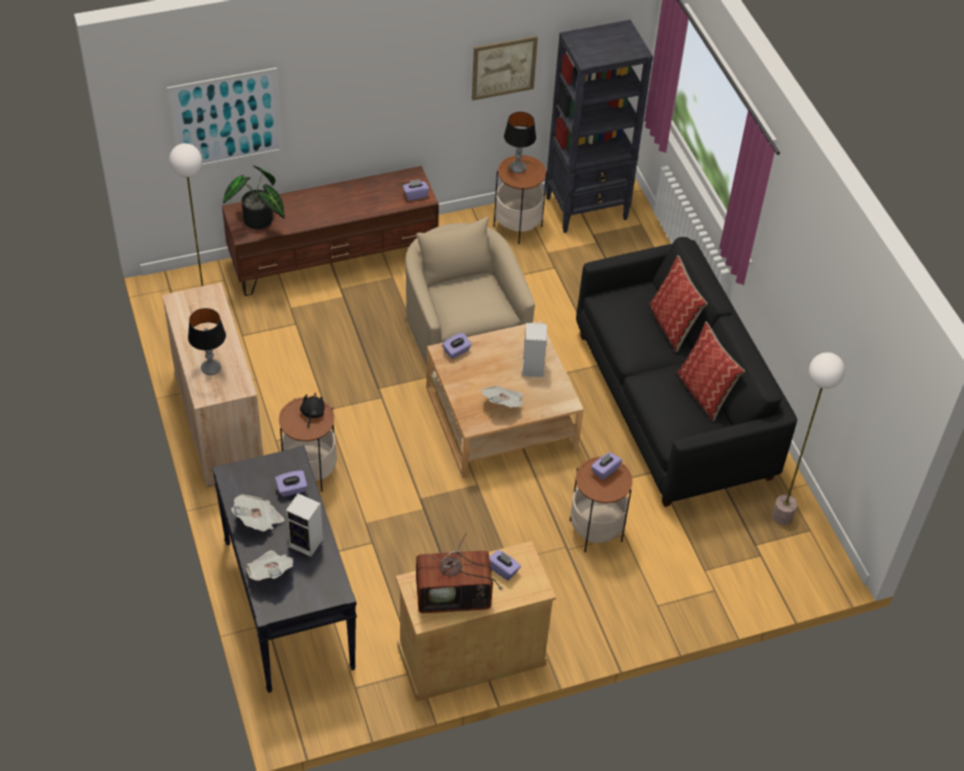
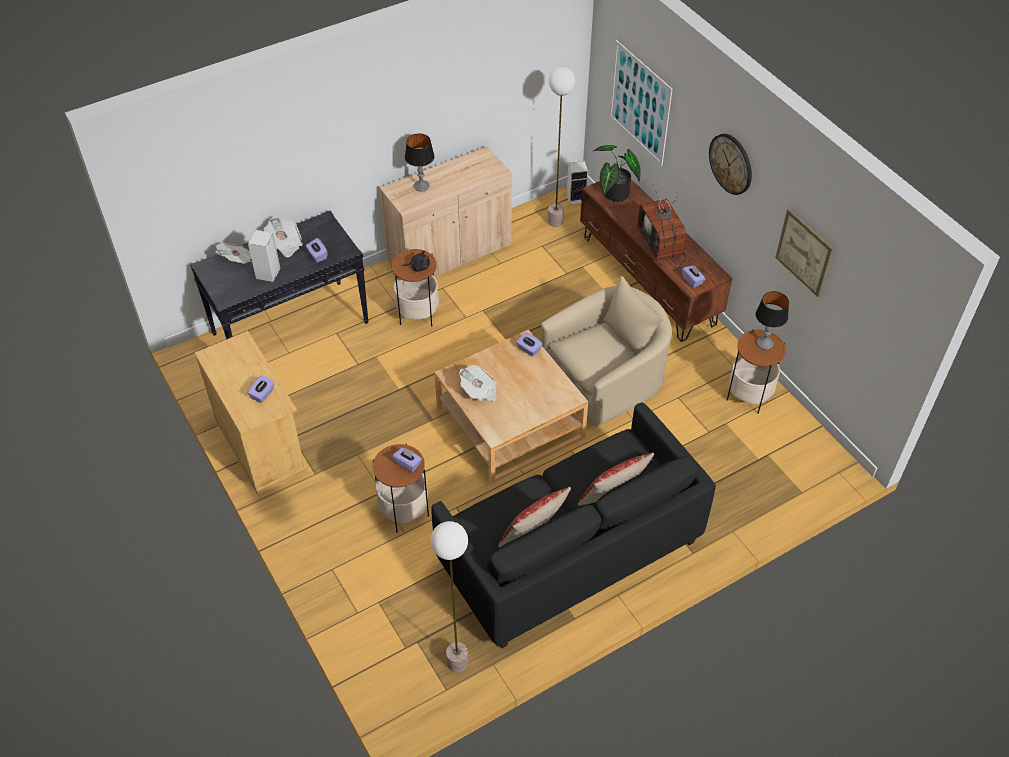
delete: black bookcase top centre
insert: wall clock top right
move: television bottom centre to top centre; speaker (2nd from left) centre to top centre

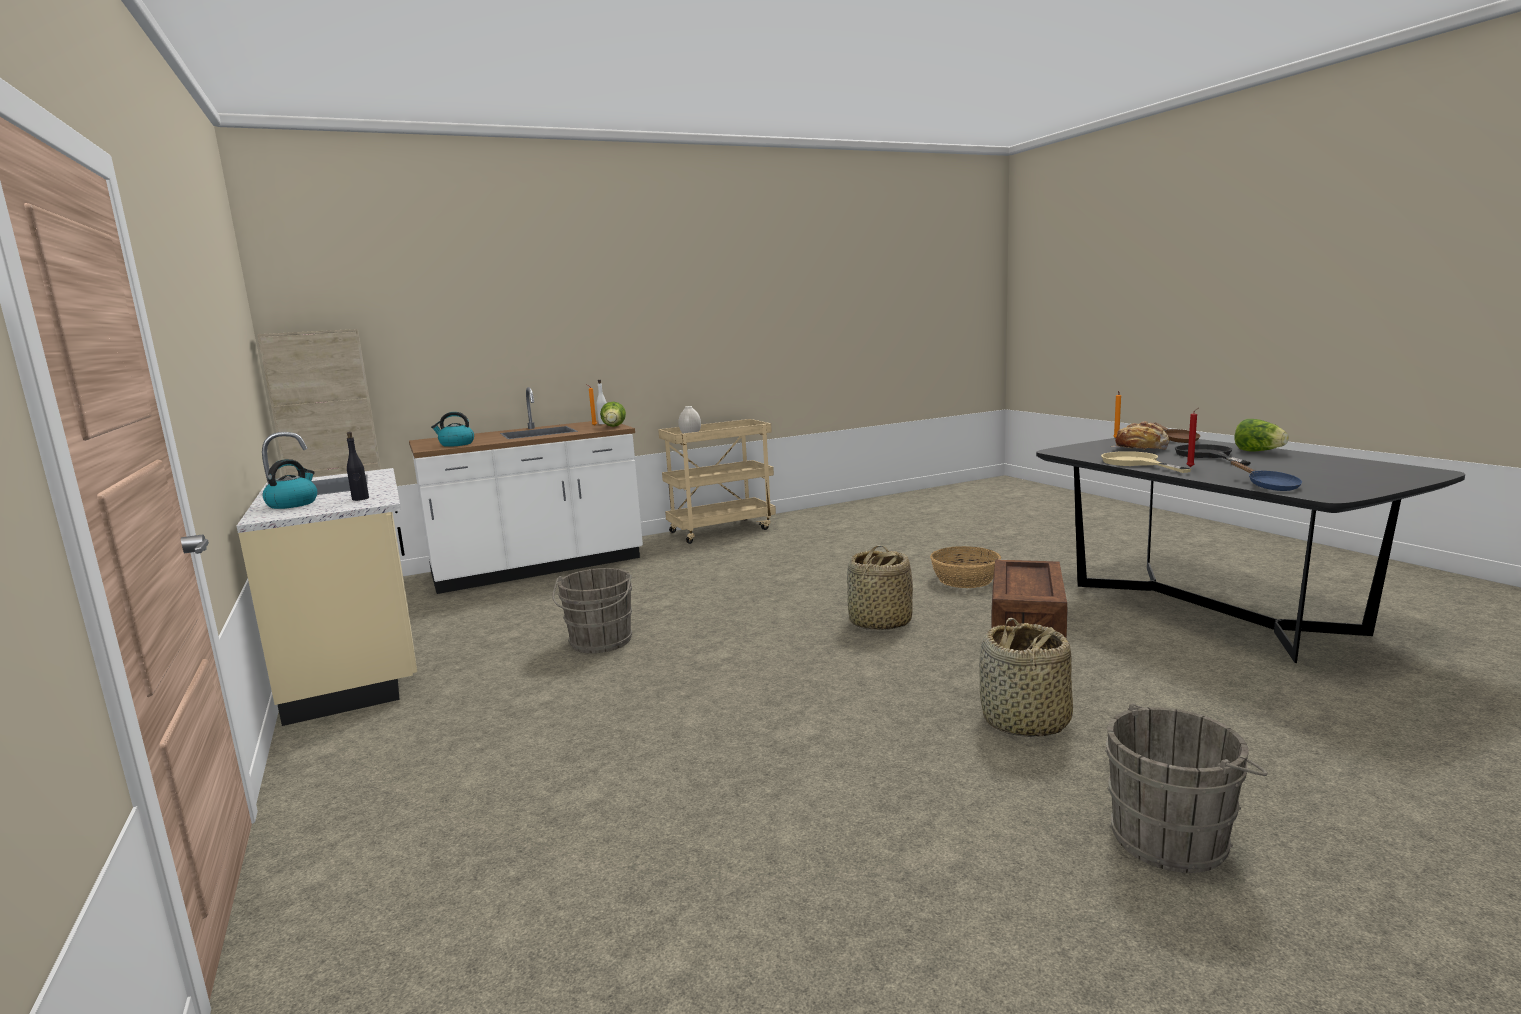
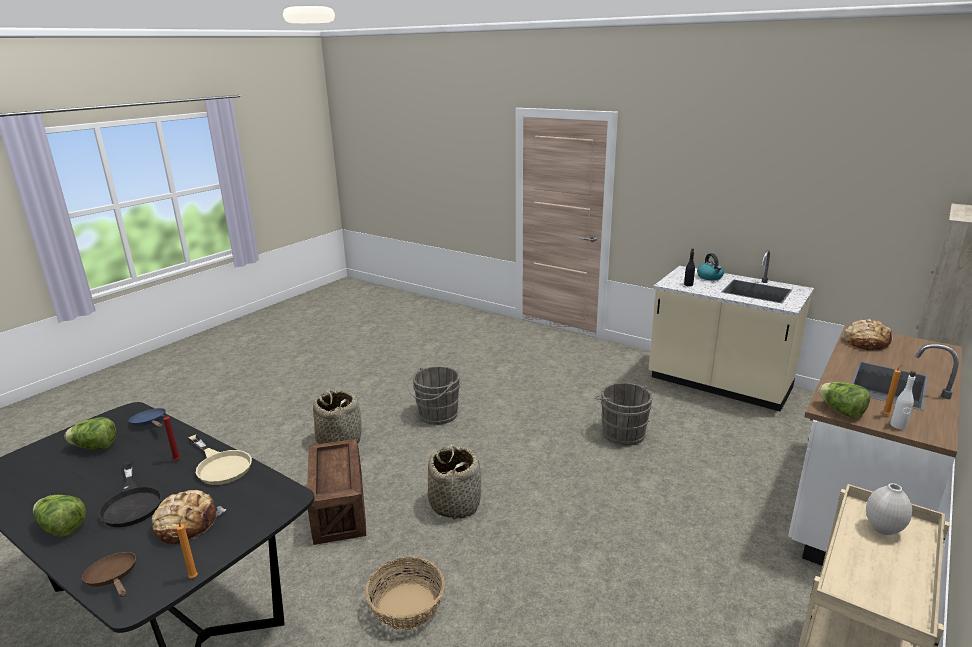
insert: lettuce (2nd from left) bottom left
move: grey bucket (2nd from left in the first image) bottom right to grey bucket (1st from left) centre
replace: kettle (2nd from left) middle left to bread (2nd from left) middle right

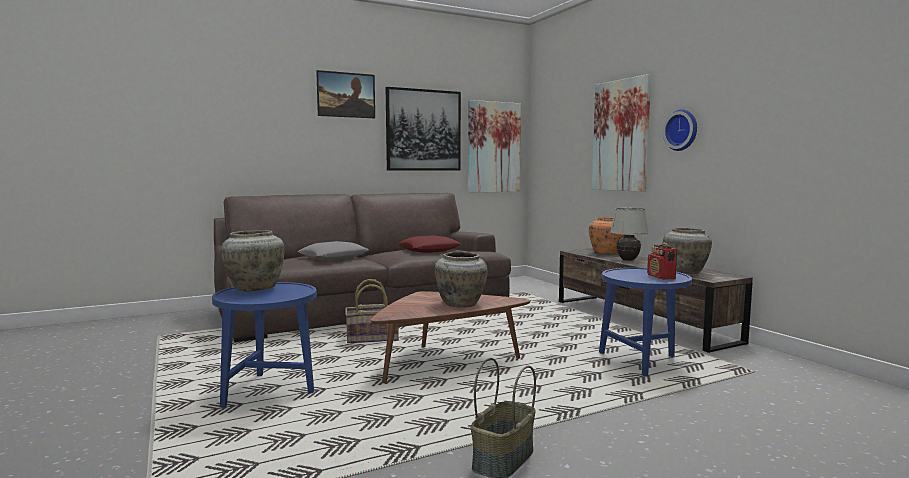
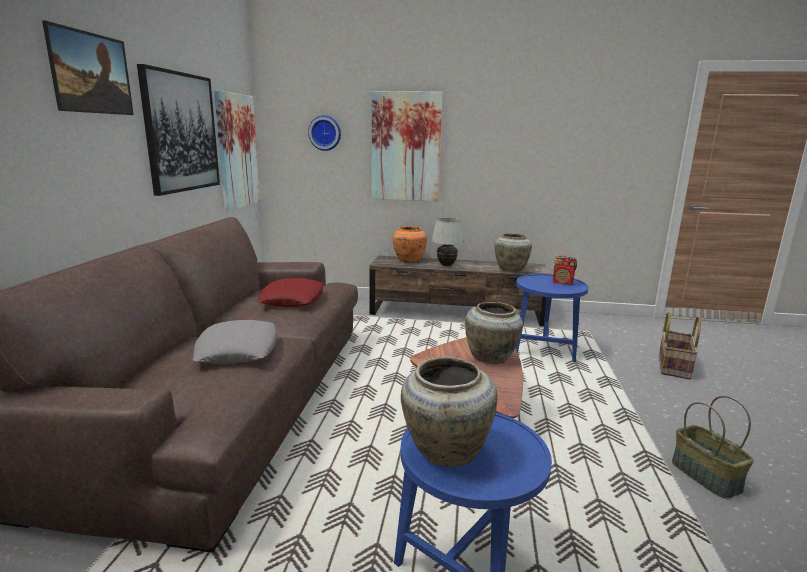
move: basket (1st from left) centre to middle right; wall clock top right to top centre

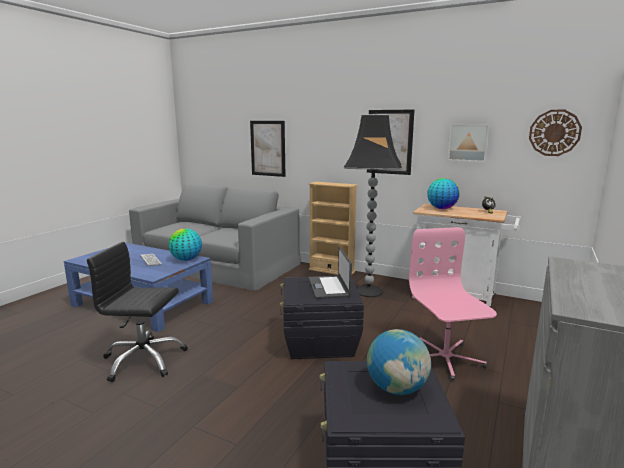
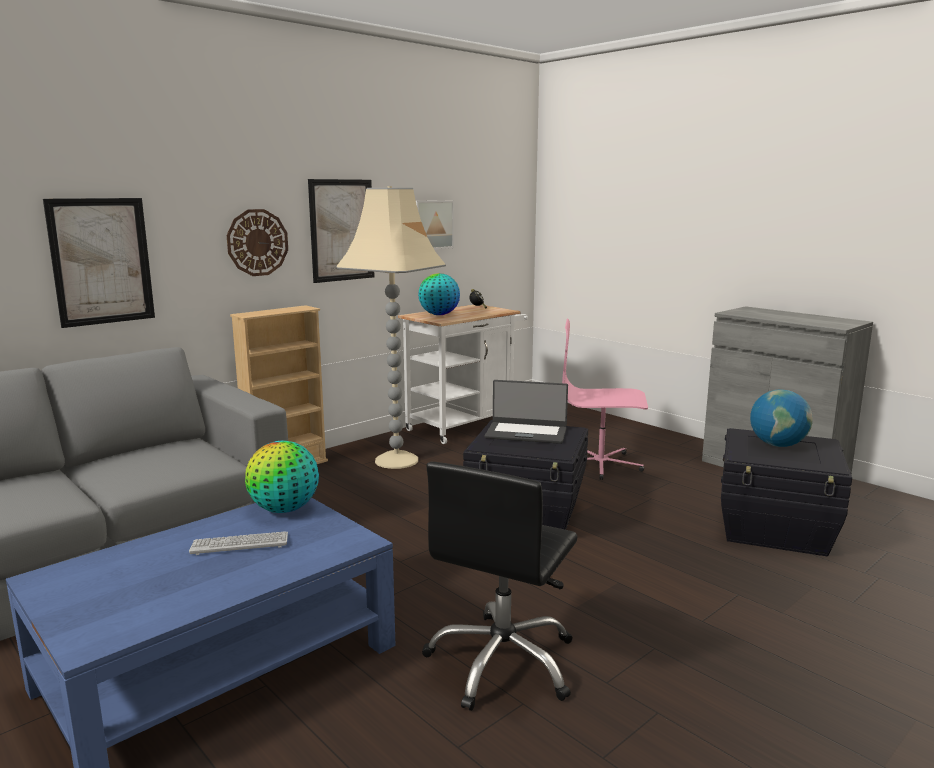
move: wall clock top right to top left
recolor: black floor lamp centre to beige floor lamp centre

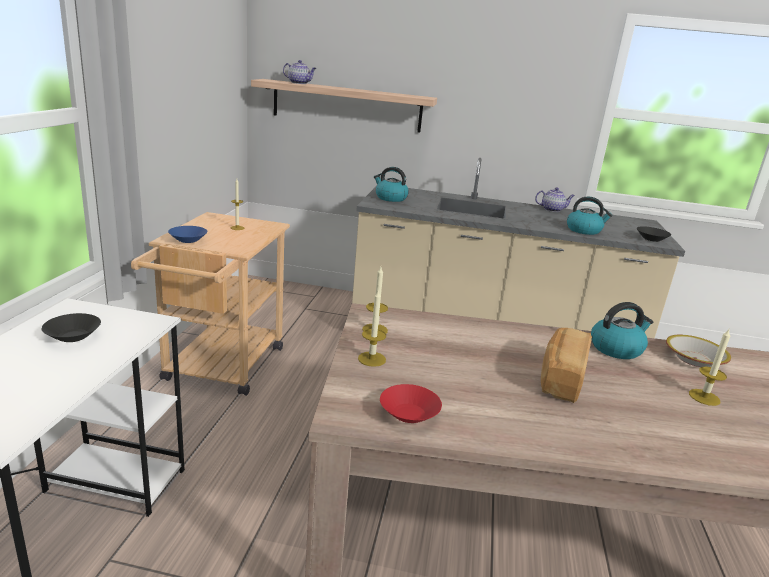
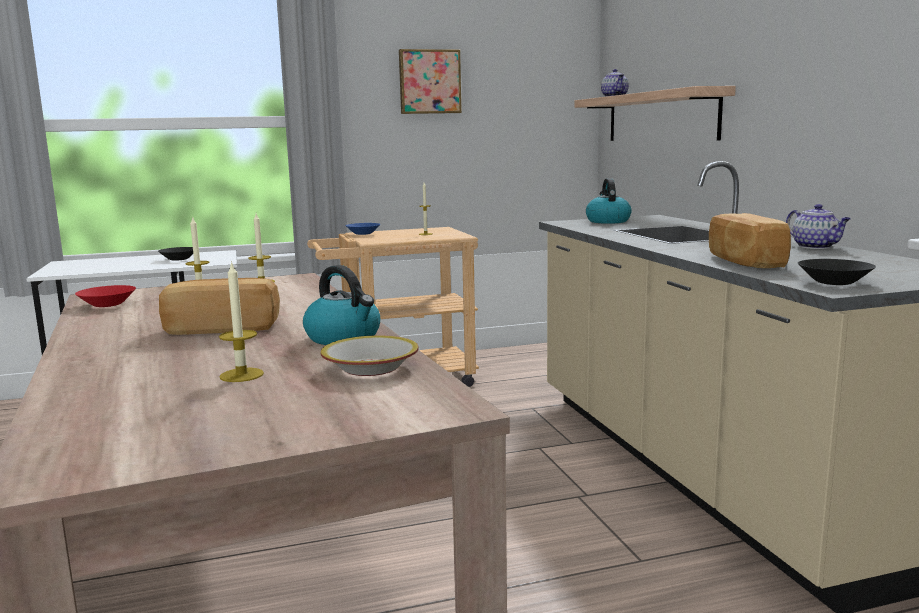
insert: picture top centre
replace: kettle (2nd from left) middle right to bread (2nd from left) middle right

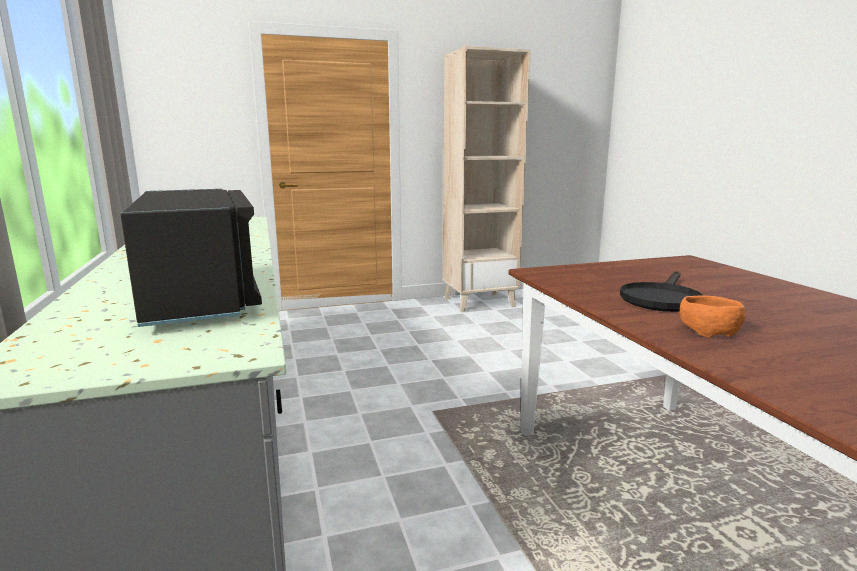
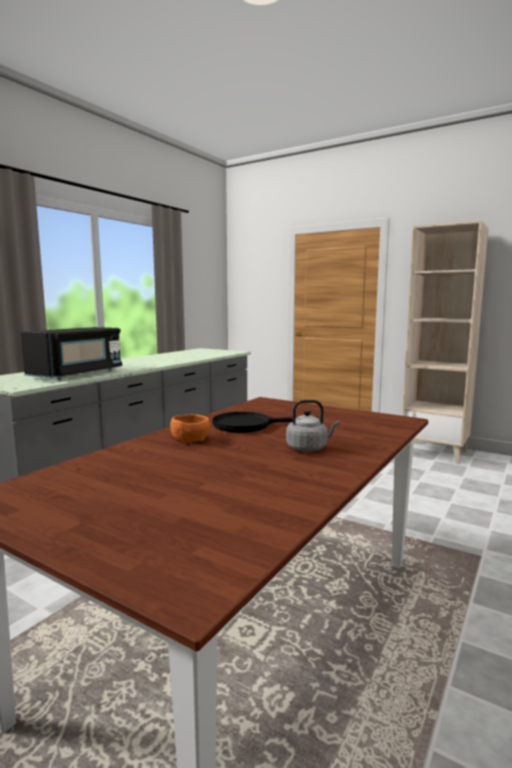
insert: grey kettle centre

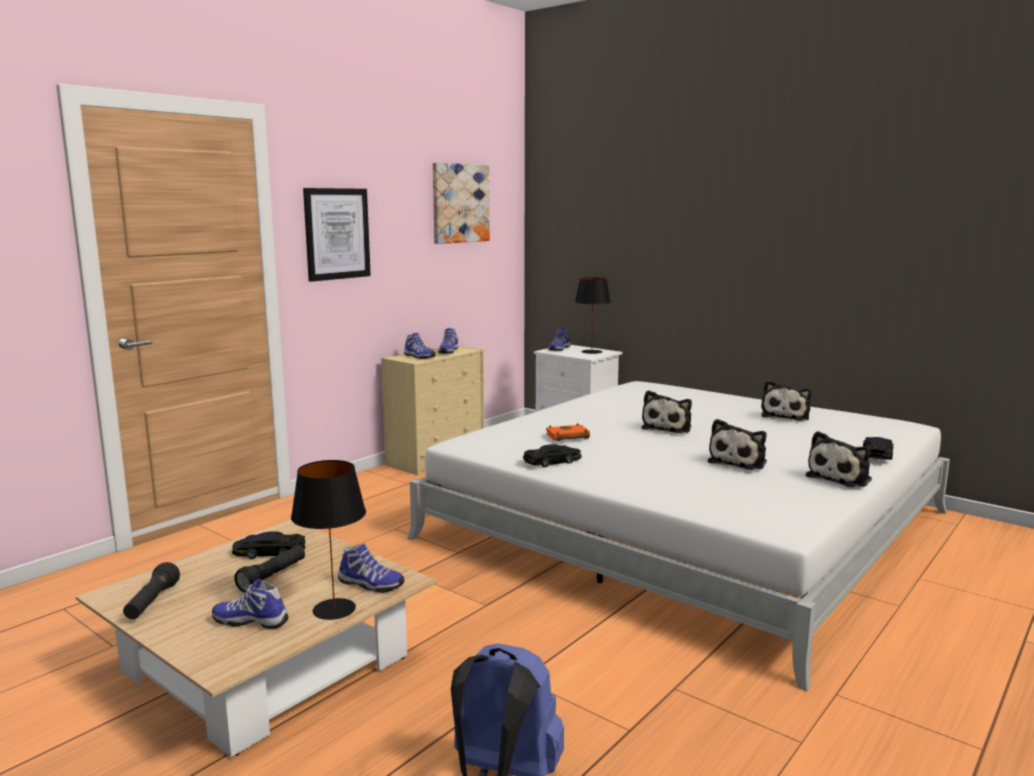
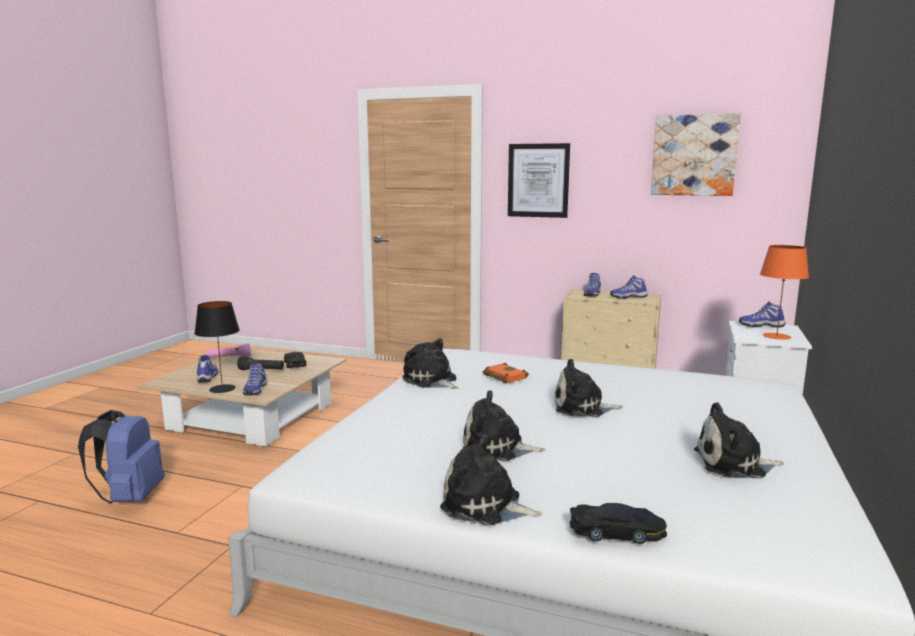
replace: black toy car (2nd from left) centre to plush toy (1st from left) centre
recolor: black flashlight (1st from left) bottom left to pink flashlight middle left; black table lamp (2nd from left) centre to orange table lamp middle right

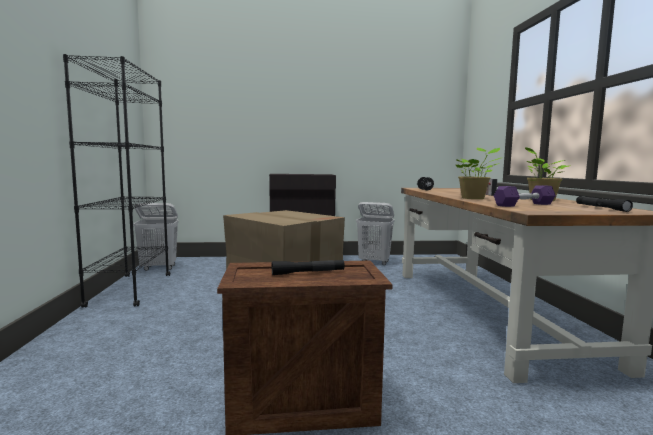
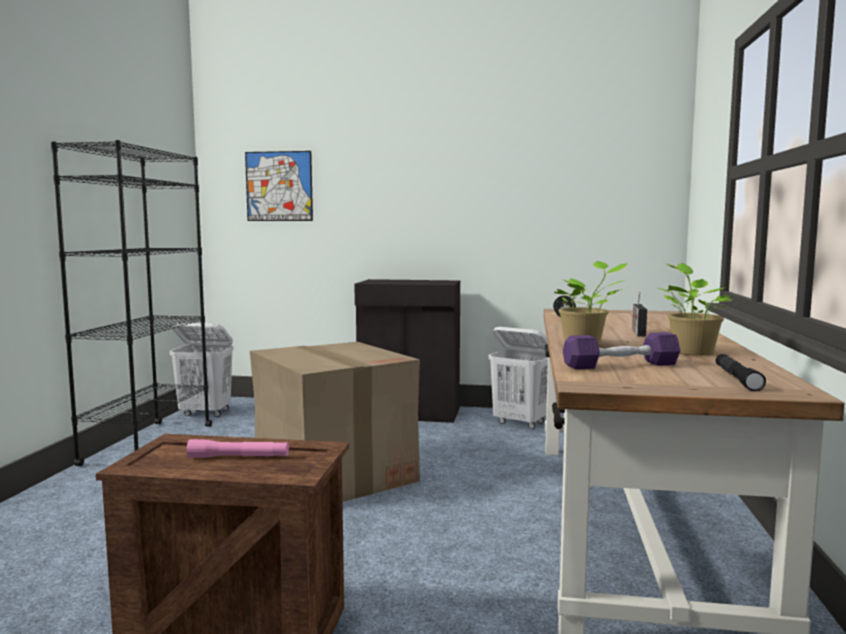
insert: picture top left
recolor: black flashlight (1st from left) centre to pink flashlight bottom left

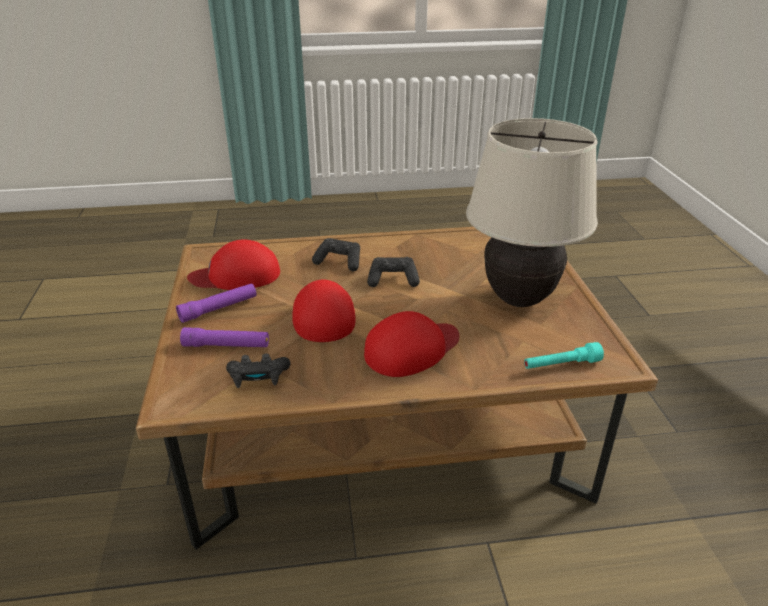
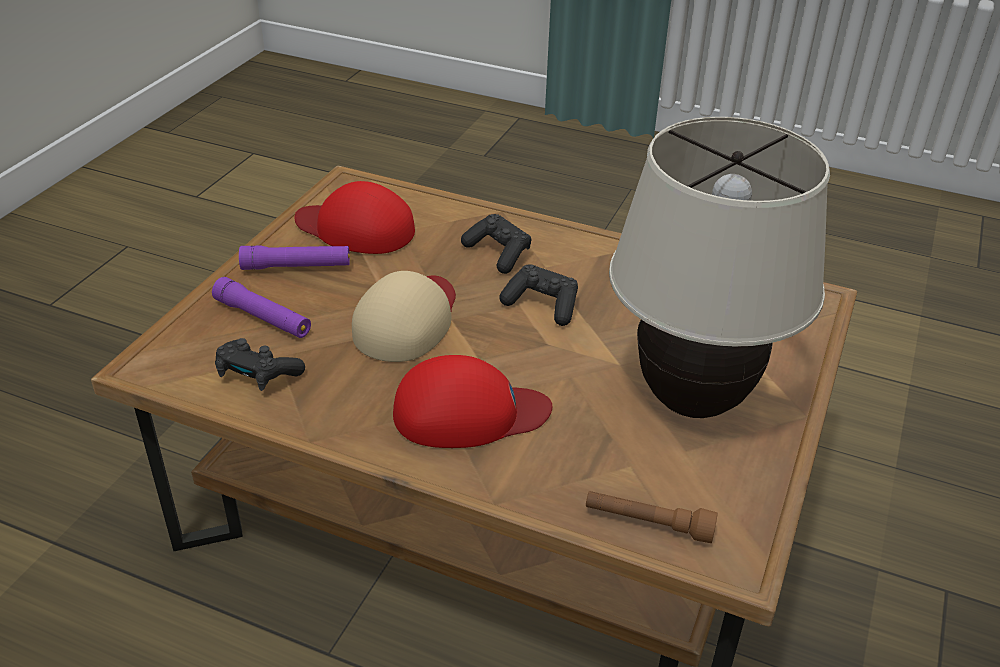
recolor: red cap (2nd from left) centre to beige cap centre; turquoise flashlight middle right to brown flashlight bottom centre

